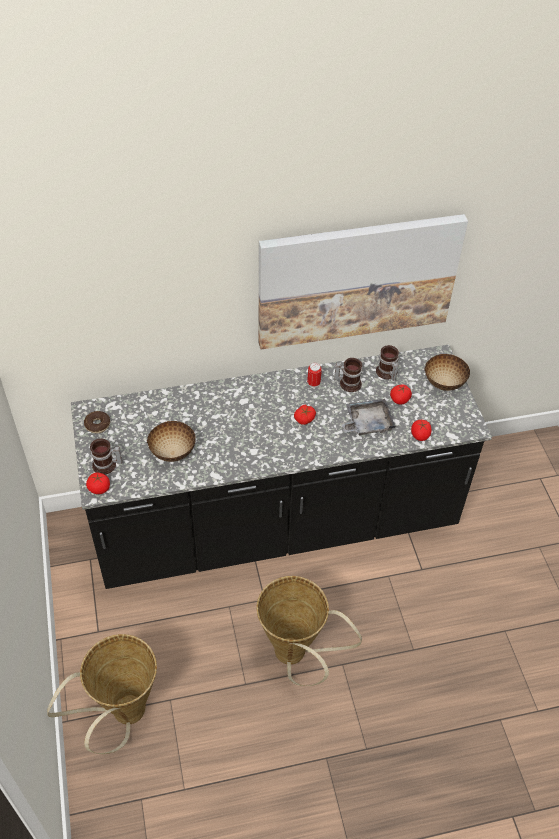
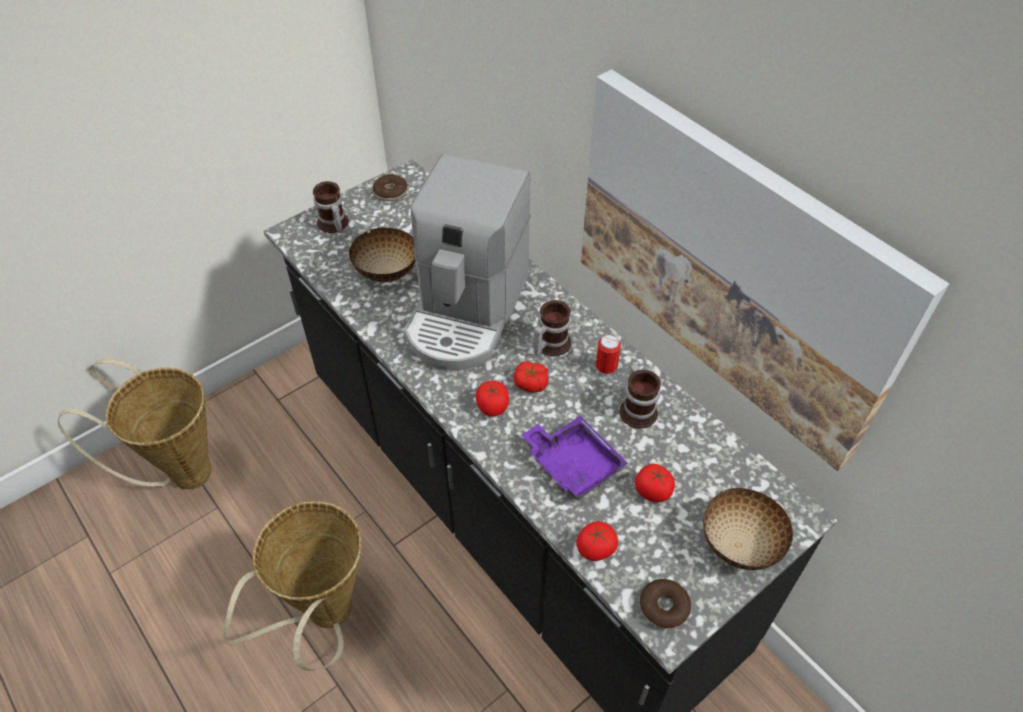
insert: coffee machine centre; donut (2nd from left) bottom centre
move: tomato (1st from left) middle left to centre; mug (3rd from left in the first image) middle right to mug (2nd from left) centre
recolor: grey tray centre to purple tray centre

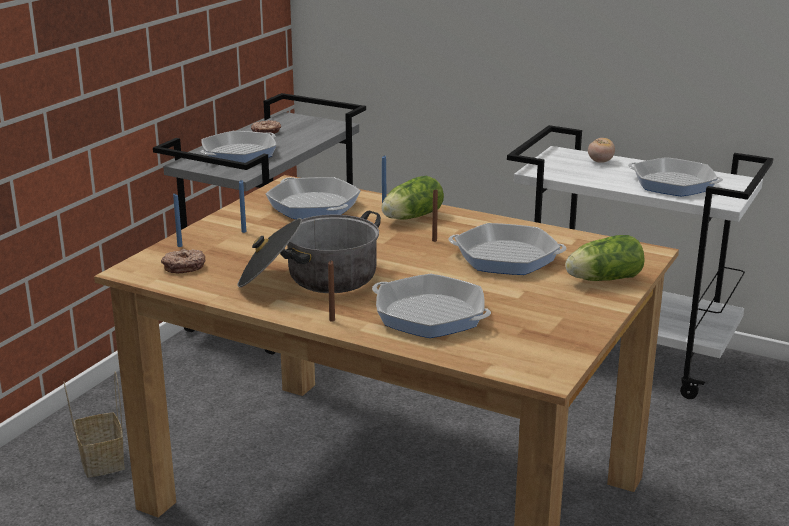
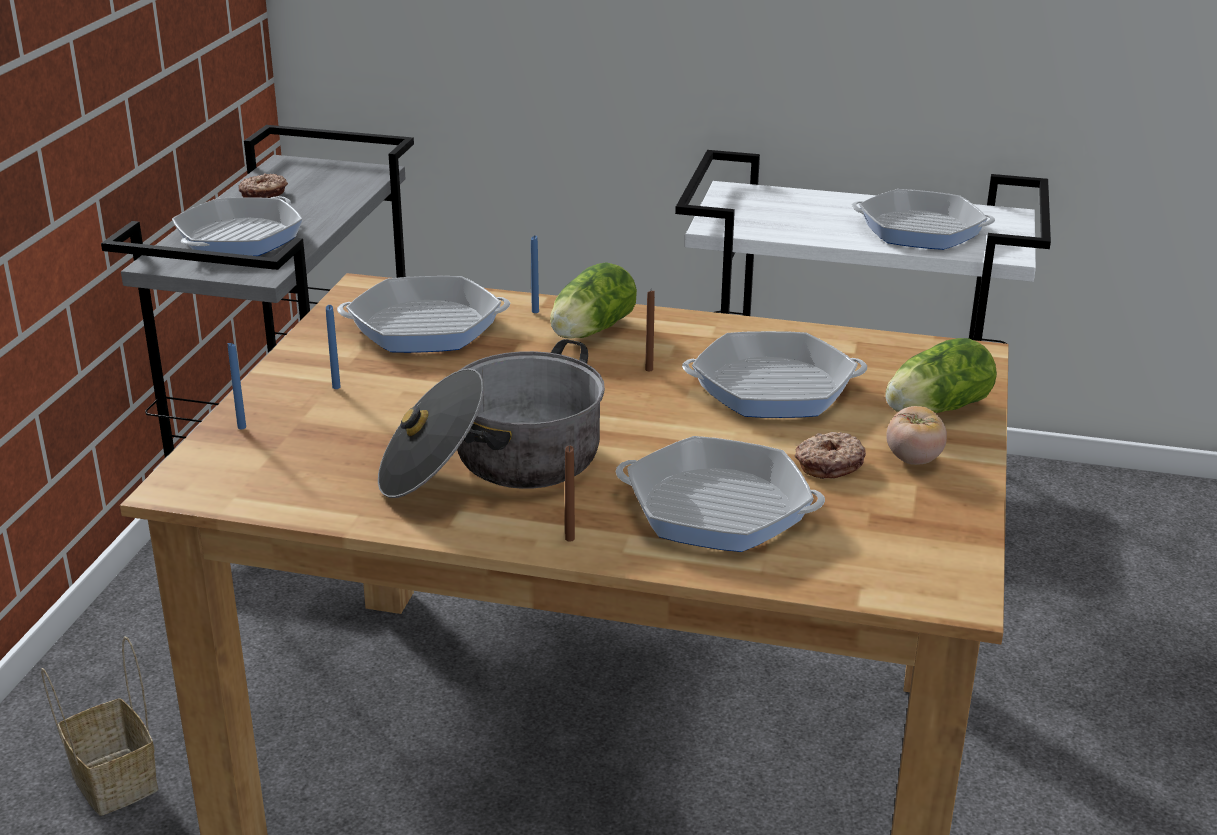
move: donut (1st from left in the first image) middle left to donut (2nd from left) middle right; tomato top right to middle right
rotate: frying pan (2nd from left) centre = centre 45 degrees counterclockwise

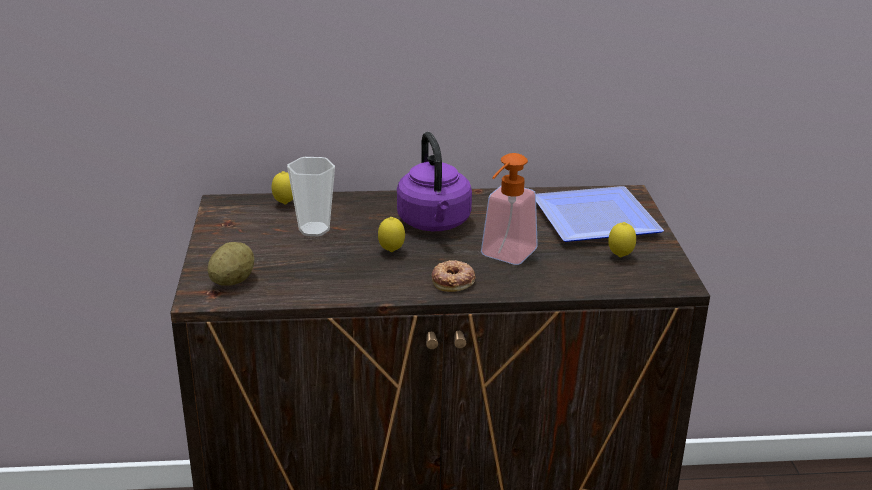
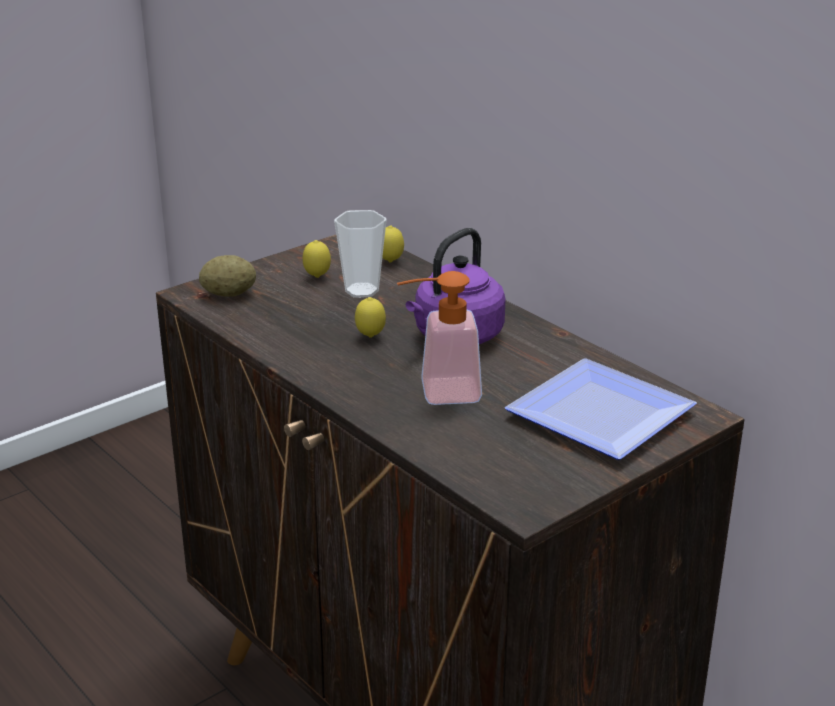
delete: donut centre
move: lemon (3rd from left in the first image) middle right to lemon (1st from left) centre

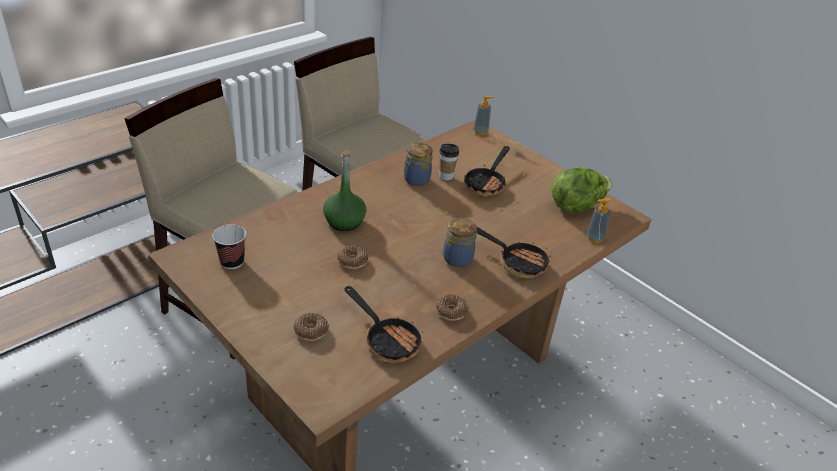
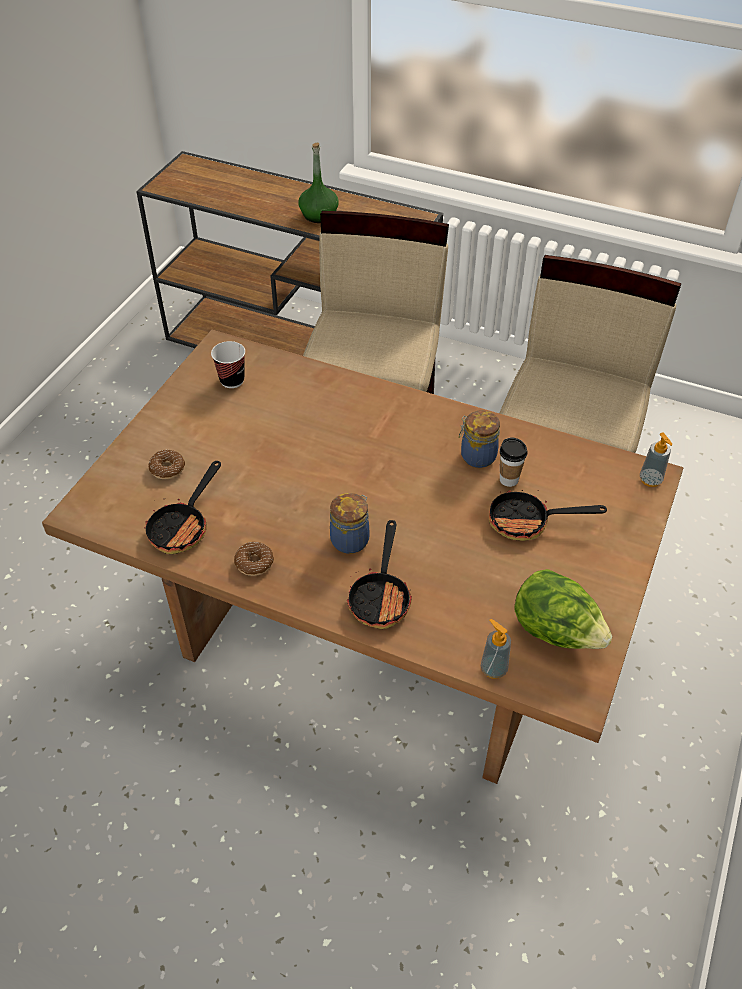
delete: donut (2nd from left) centre
move: green bottle centre to top centre

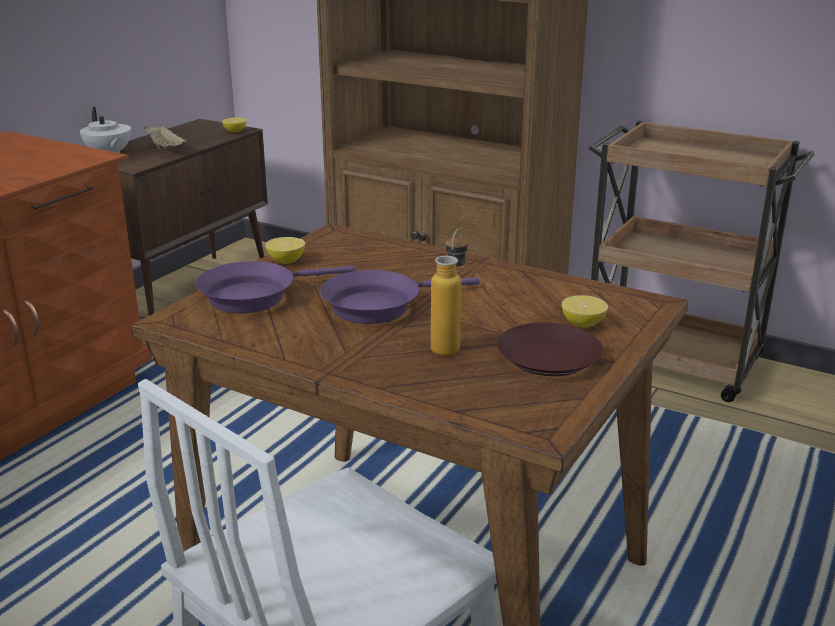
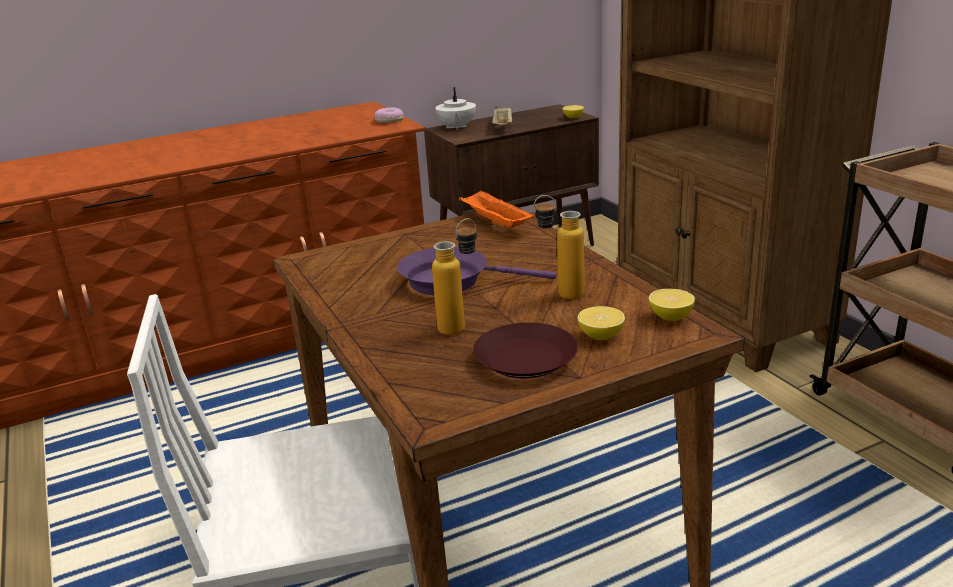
delete: purple frying pan (1st from left) middle left
insert: donut top centre; orange tray centre; bottle (2nd from left) centre
move: lemon (2nd from left in the first image) centre to lemon (3rd from left) middle right

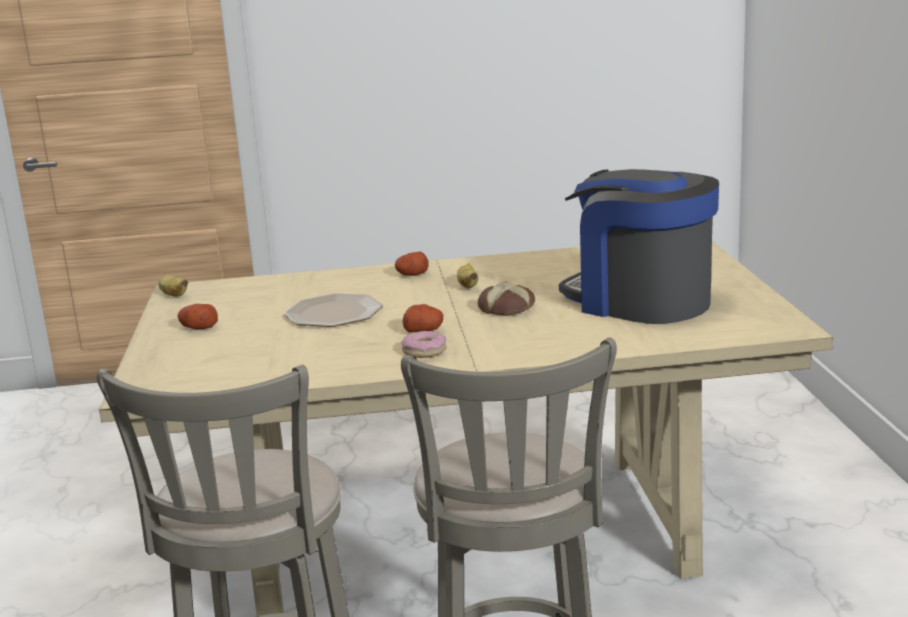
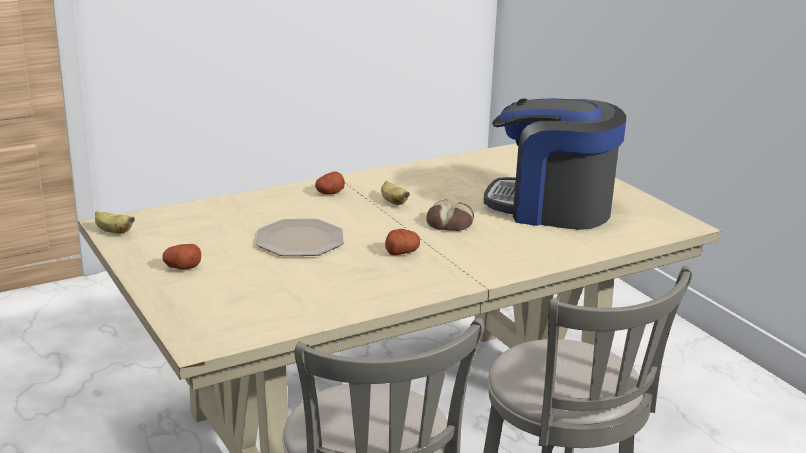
delete: donut centre

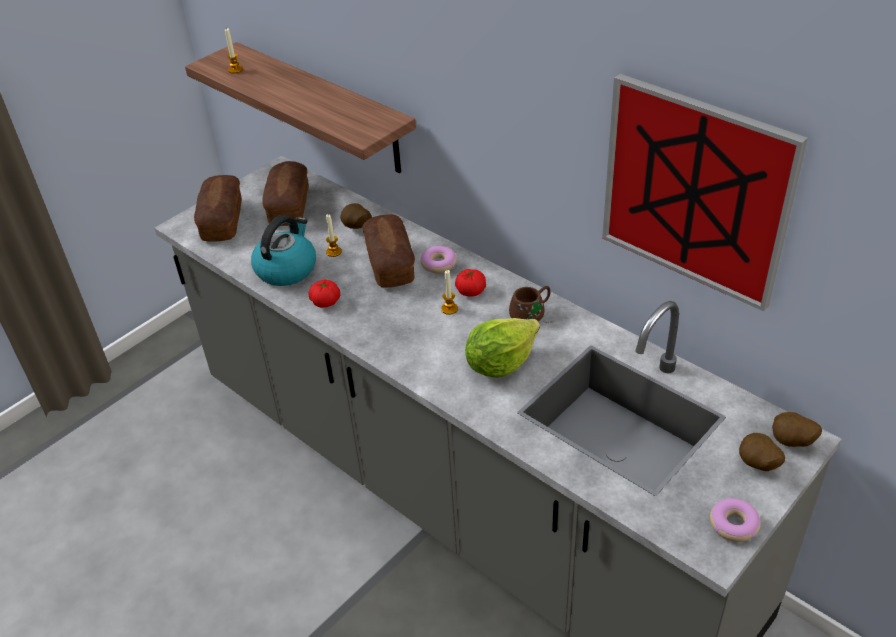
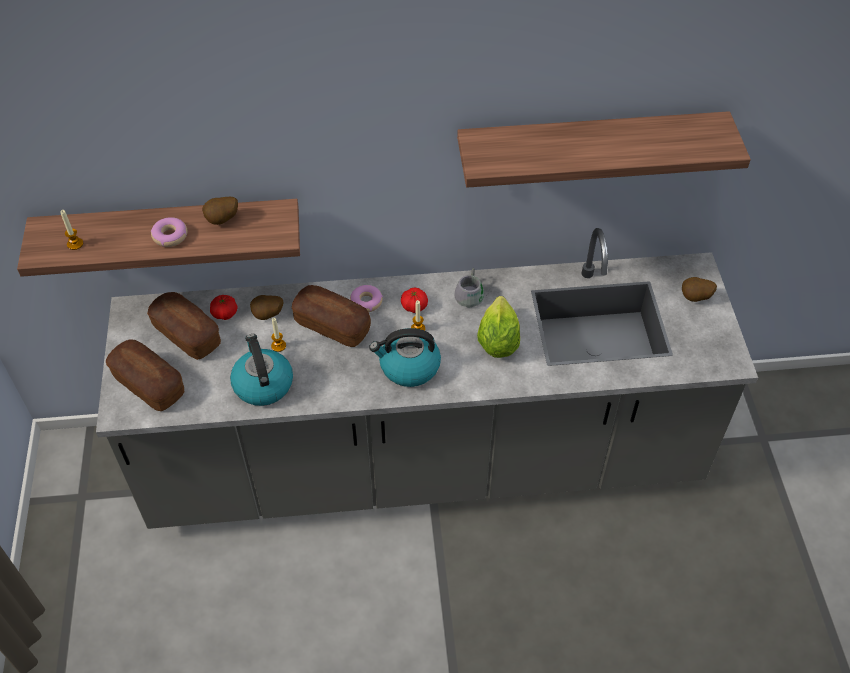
insert: kettle (2nd from left) centre
move: tomato (1st from left) centre to middle left; donut (2nd from left in the first image) bottom right to donut (1st from left) middle left; potato (3rd from left in the first image) bottom right to potato (1st from left) top left
replace: picture top right to shelf (2nd from left) top right
recolor: brown mug centre to grey mug centre

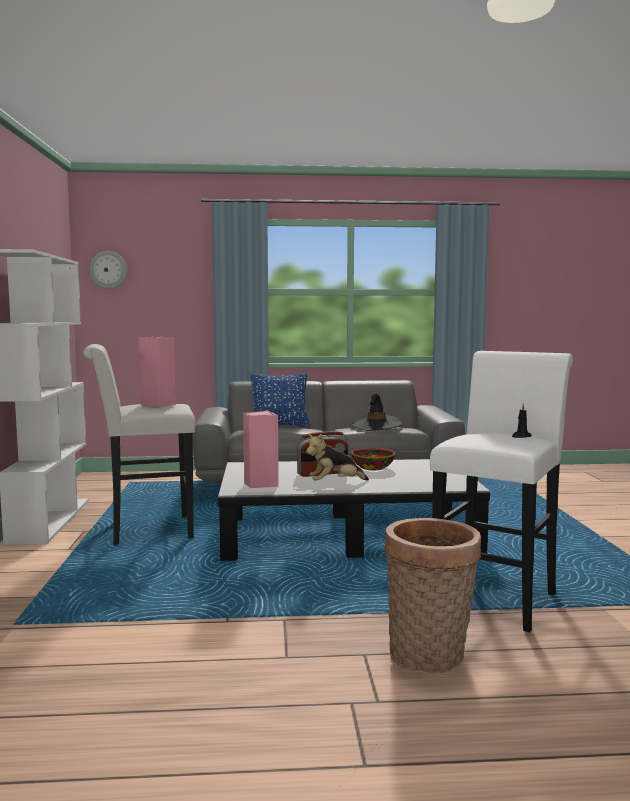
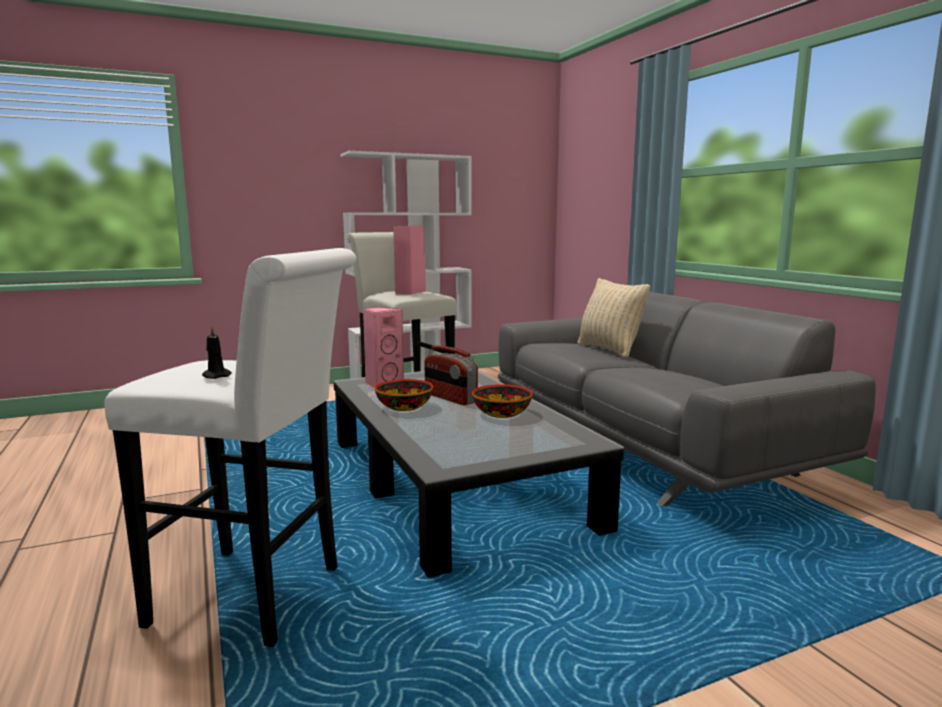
delete: wall clock middle left; black hat centre; basket bottom right
replace: plush toy centre to bowl (1st from left) centre
recolor: blue pillow centre to beige pillow centre

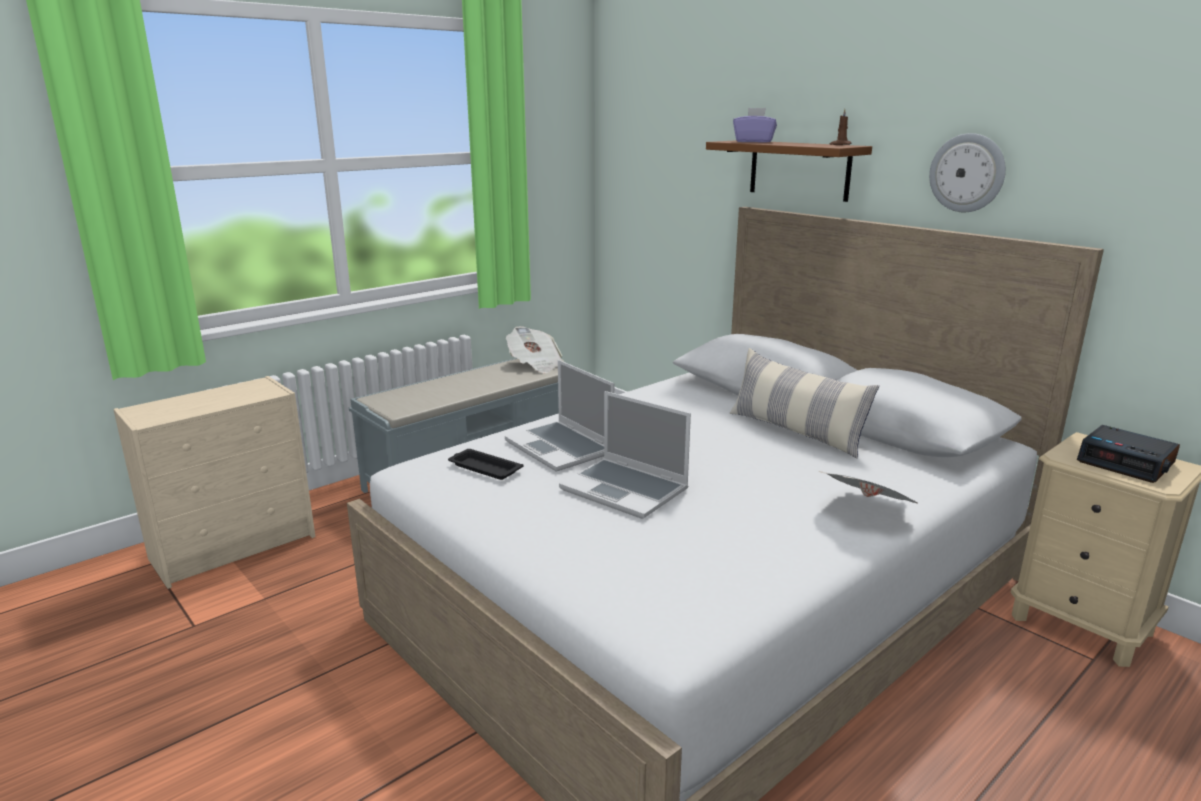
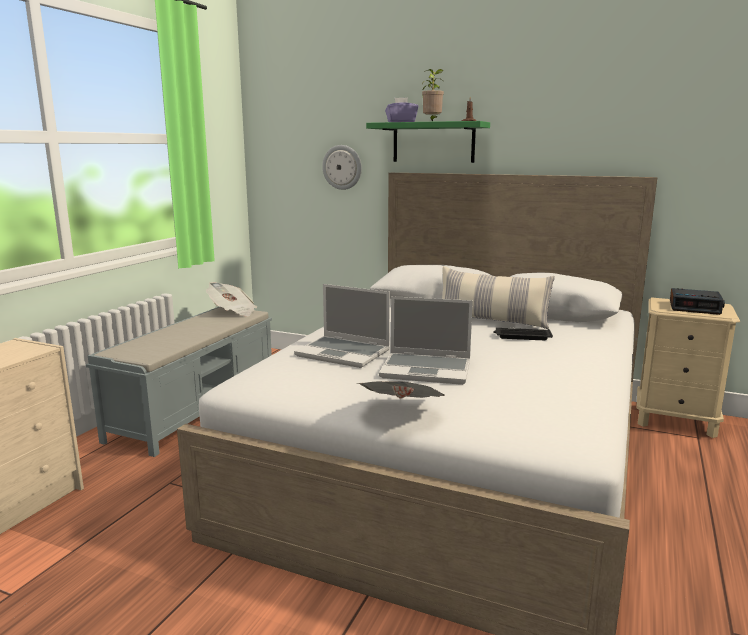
insert: potted plant top centre
move: black tray centre to middle right; newspaper (2nd from left) middle right to centre; wall clock top right to top centre
recolor: brown shelf top centre to green shelf top centre

